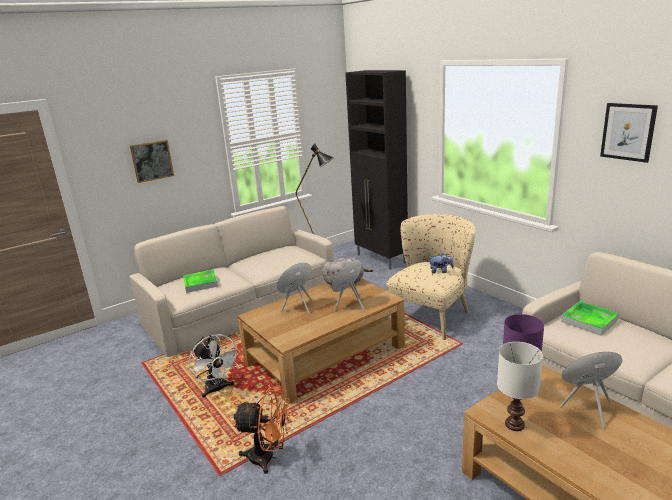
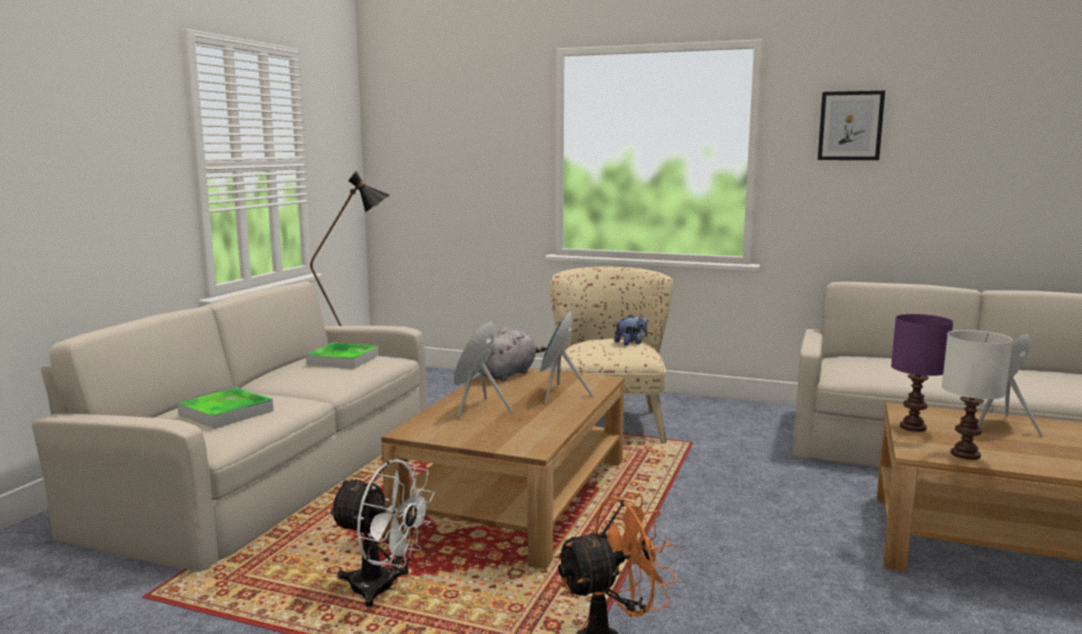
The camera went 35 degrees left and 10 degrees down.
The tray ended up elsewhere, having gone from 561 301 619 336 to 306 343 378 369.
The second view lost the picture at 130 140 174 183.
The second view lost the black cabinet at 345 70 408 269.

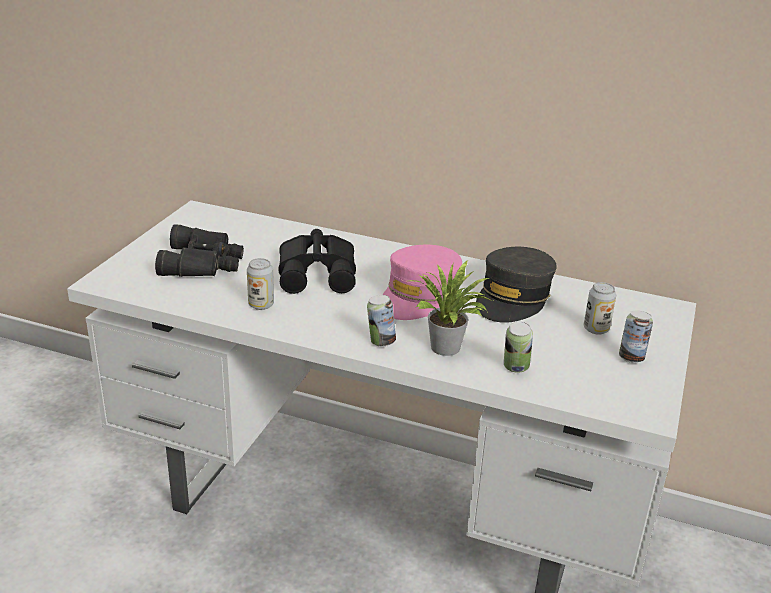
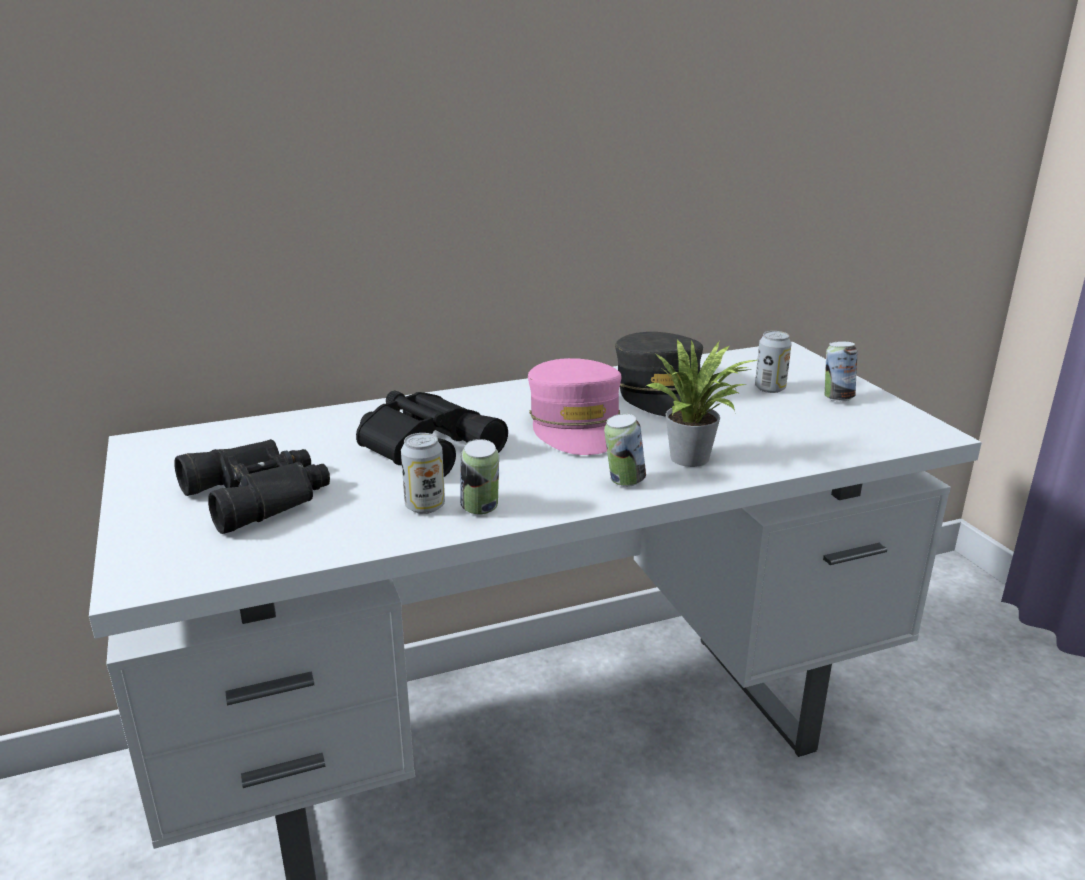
The camera went 40 degrees left and 5 degrees down.
The can ended up elsewhere, having gone from 504 321 533 373 to 460 439 499 515.

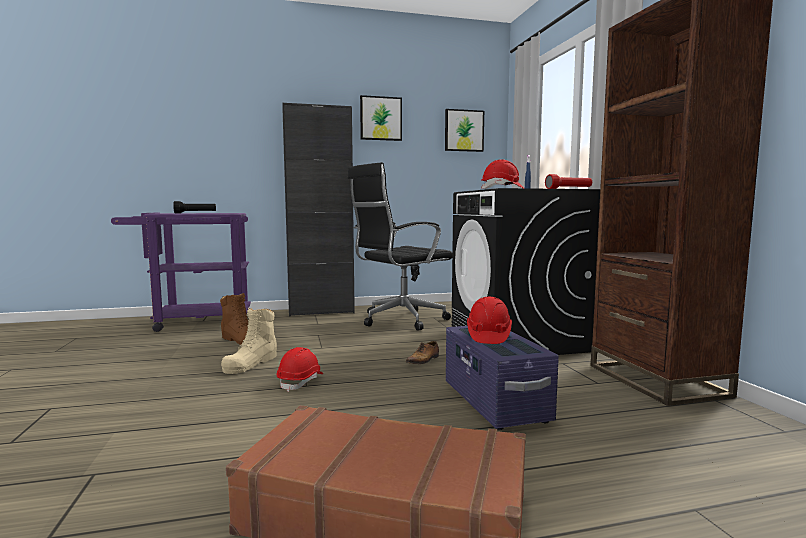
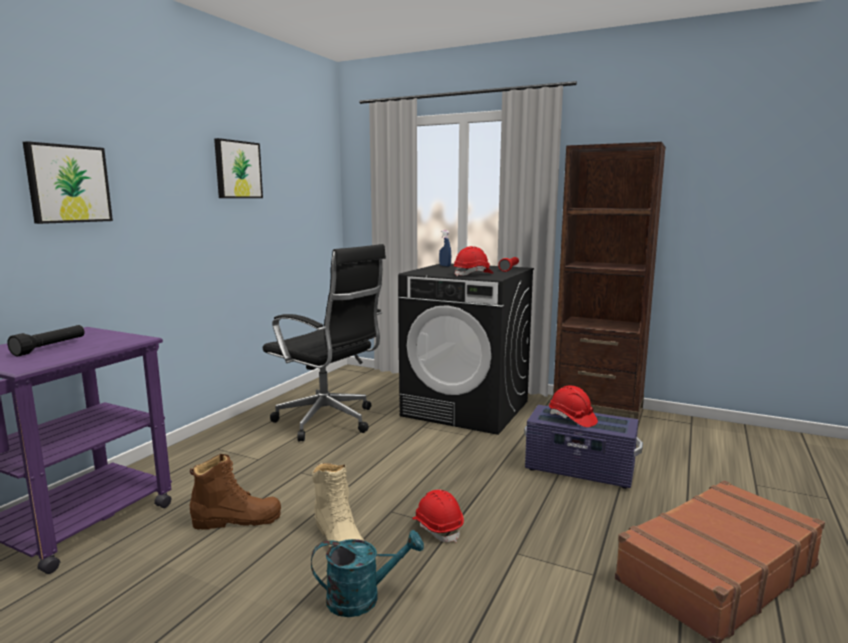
The camera went 50 degrees left and 5 degrees up.
The picture ended up elsewhere, having gone from 445 109 484 152 to 23 141 113 224.
The black office chair at 347 162 452 331 ended up facing another way, 60 degrees counterclockwise from before.
The second view gained the turquoise watering can at 311 530 424 617.
The second view lost the black cabinet at 282 103 355 317.
The second view lost the shoe at 406 341 439 364.

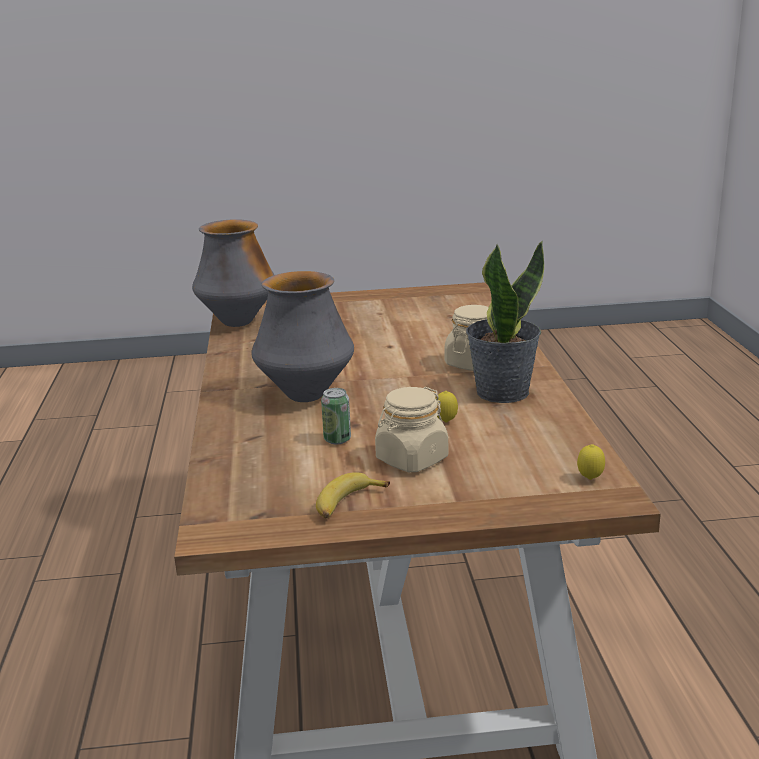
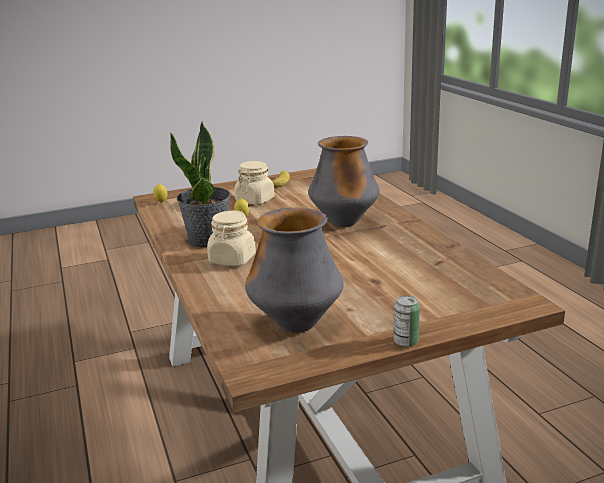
The camera went 165 degrees right and 0 degrees up.
The vase ended up elsewhere, having gone from 192 219 274 327 to 245 207 344 333.
The can ended up elsewhere, having gone from 321 388 351 444 to 393 295 420 347.

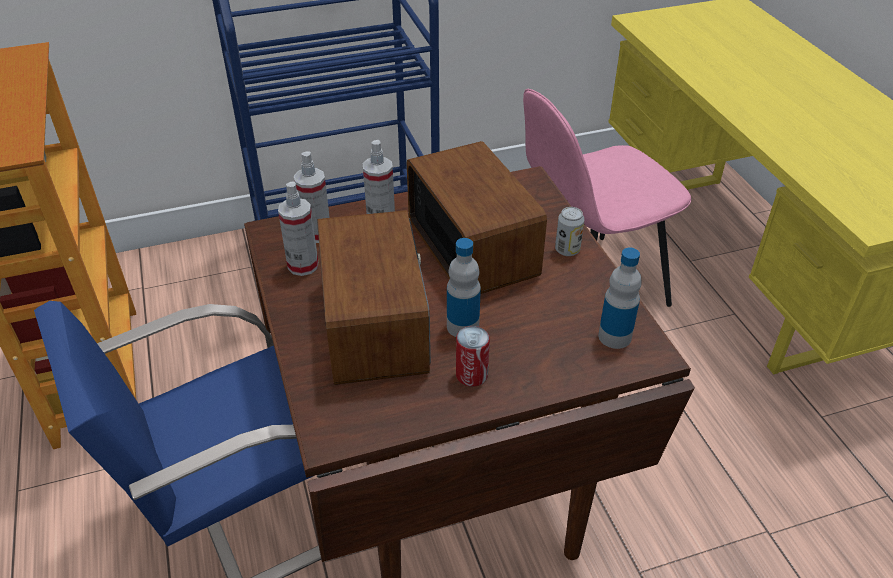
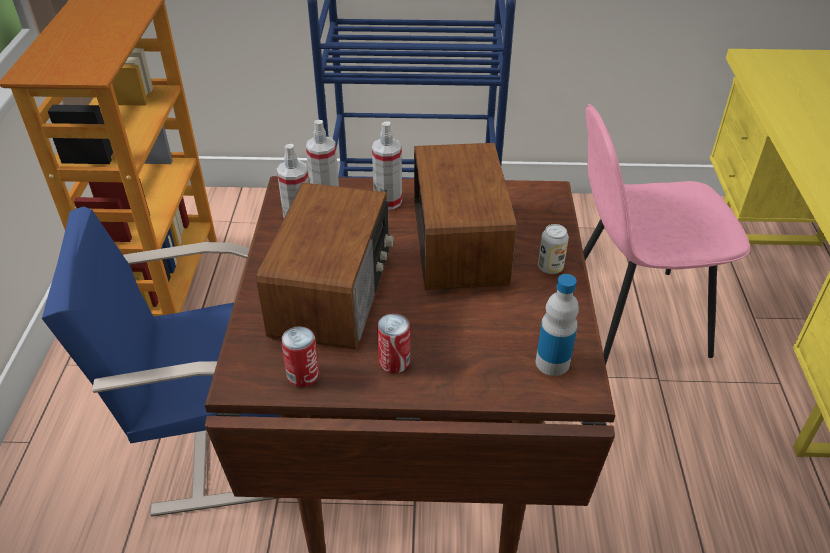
The camera went 20 degrees right and 0 degrees up.
The second view gained the can at 281 326 319 387.
The second view lost the bottle at 447 238 481 337.

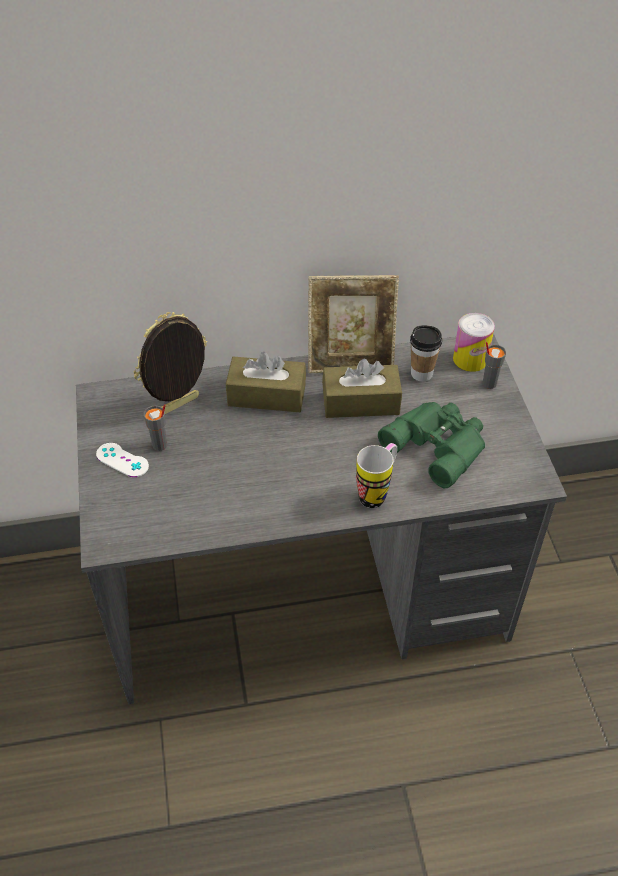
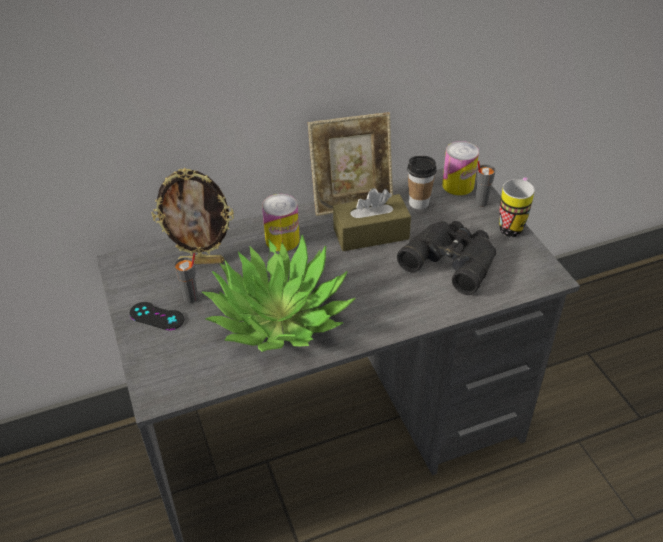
The camera went 10 degrees left and 5 degrees down.
What was the white game controller at 96 443 149 477 turned into the black game controller at 129 302 184 330.
The picture frame at 134 312 207 414 ended up facing another way, 135 degrees counterclockwise from before.
The second view gained the potted plant at 202 235 356 352.
Where the brown tissue box stood at 226 352 306 412, the can came to stand at 262 194 300 252.
What was the green binoculars at 378 402 485 488 turned into the black binoculars at 397 221 496 295.
The mug ended up elsewhere, having gone from 356 443 397 508 to 499 177 535 237.

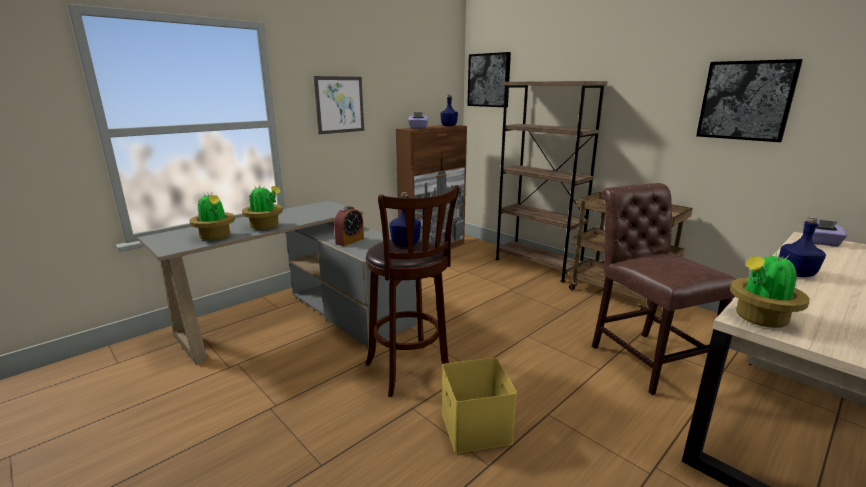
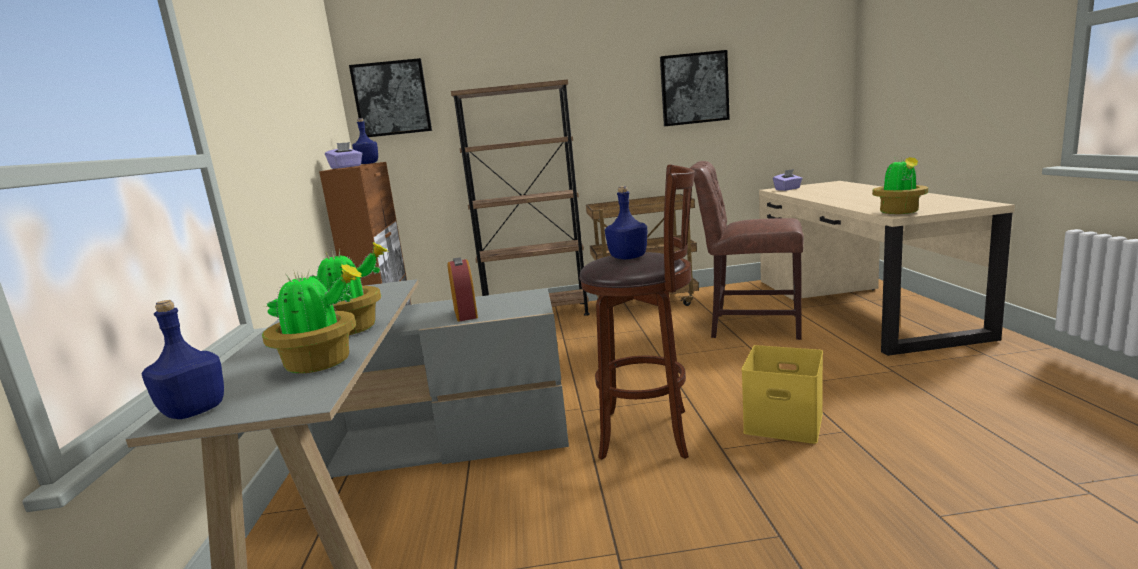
The camera went 50 degrees left and 5 degrees down.
The blue bottle ended up elsewhere, having gone from 779 217 826 277 to 141 300 224 419.
The second view lost the picture at 314 76 364 134.

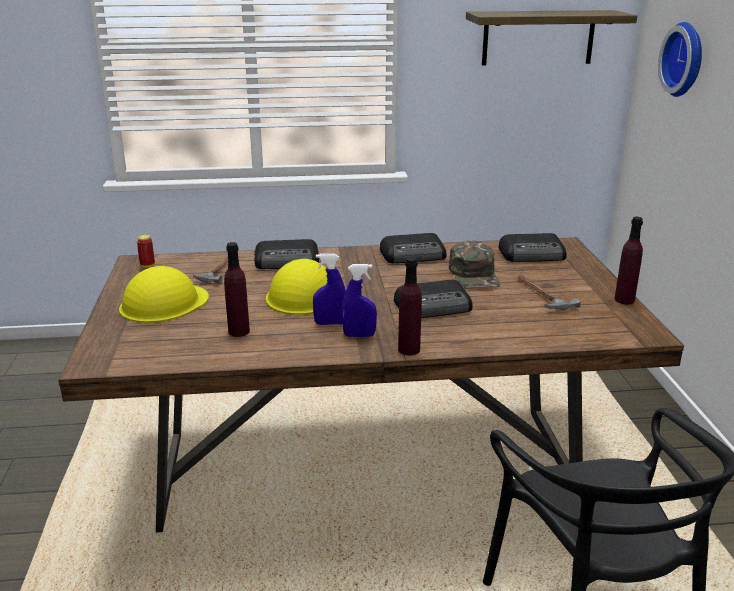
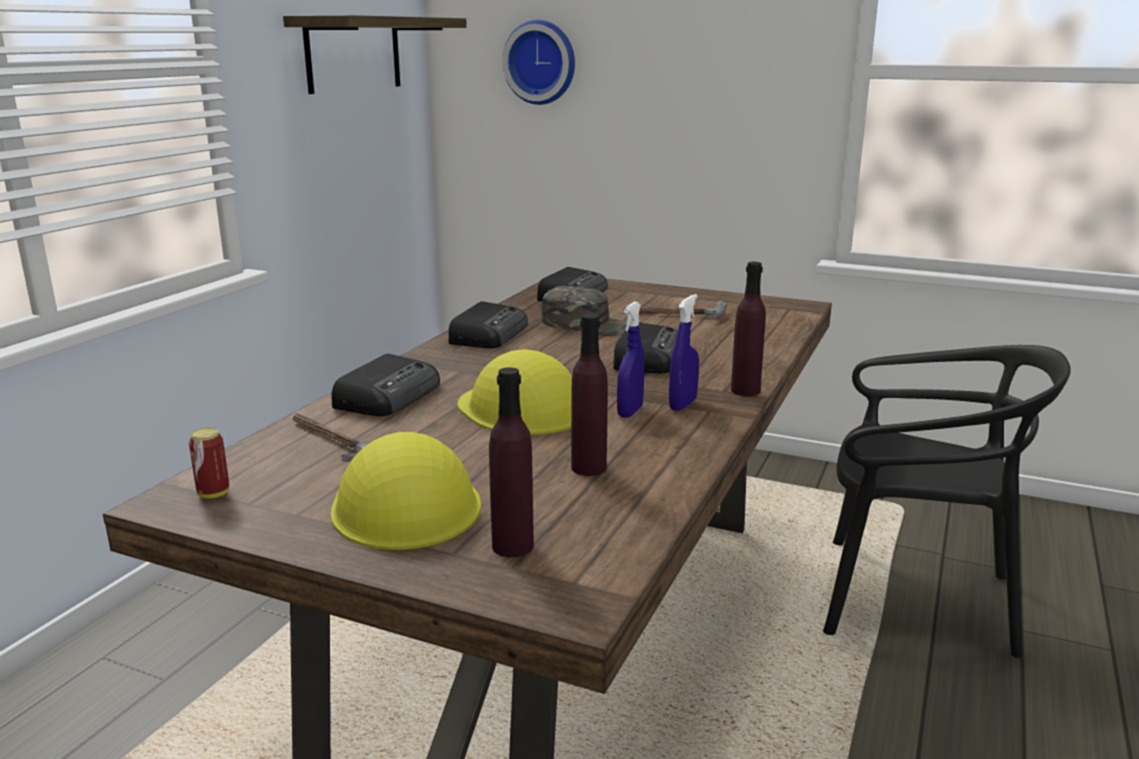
The camera went 60 degrees left and 5 degrees down.
The purple bottle ended up elsewhere, having gone from 614 217 643 304 to 489 367 534 557.

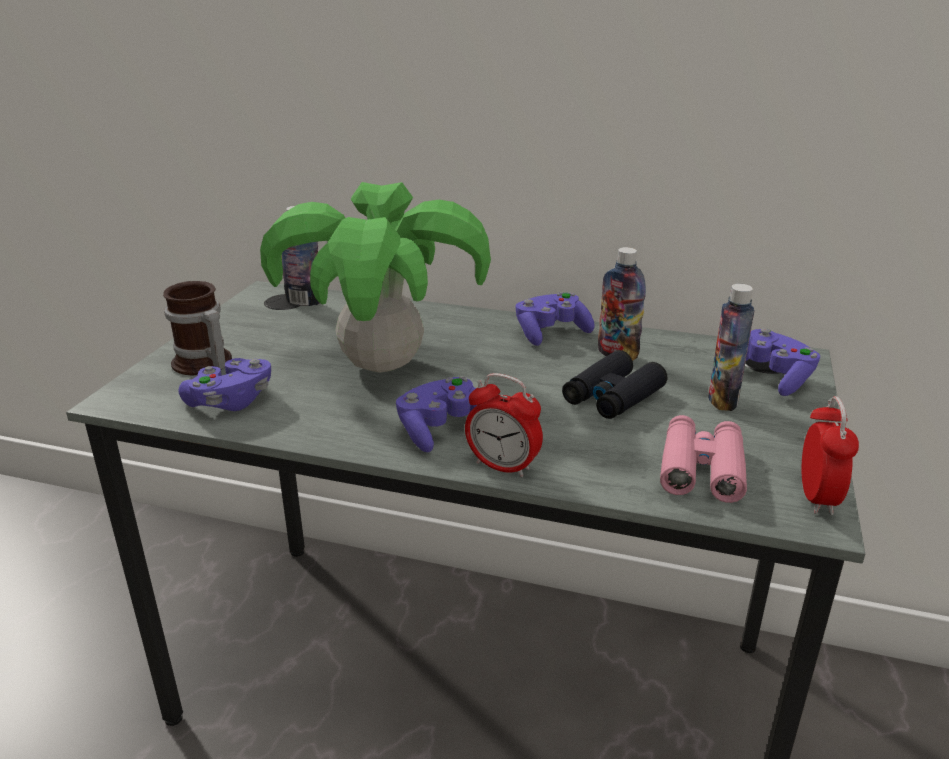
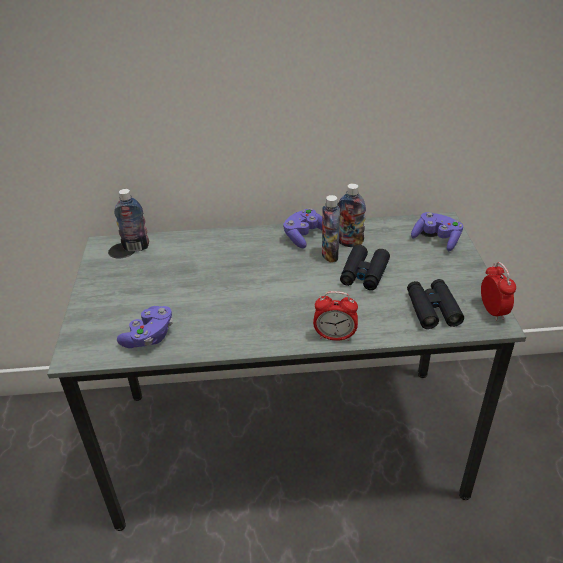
The camera went 20 degrees left and 10 degrees up.
The bottle ended up elsewhere, having gone from 708 284 755 411 to 322 195 340 263.
What was the pink binoculars at 660 415 747 503 turned into the black binoculars at 407 279 464 329.
The second view lost the mug at 163 281 232 375.
The second view lost the potted plant at 260 182 491 373.
The second view lost the purple game controller at 396 377 477 453.

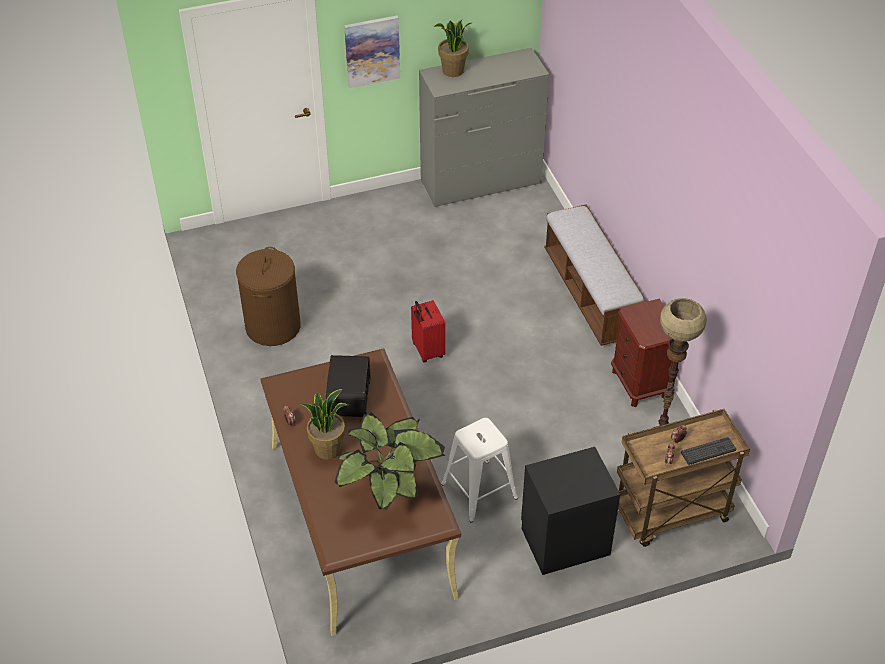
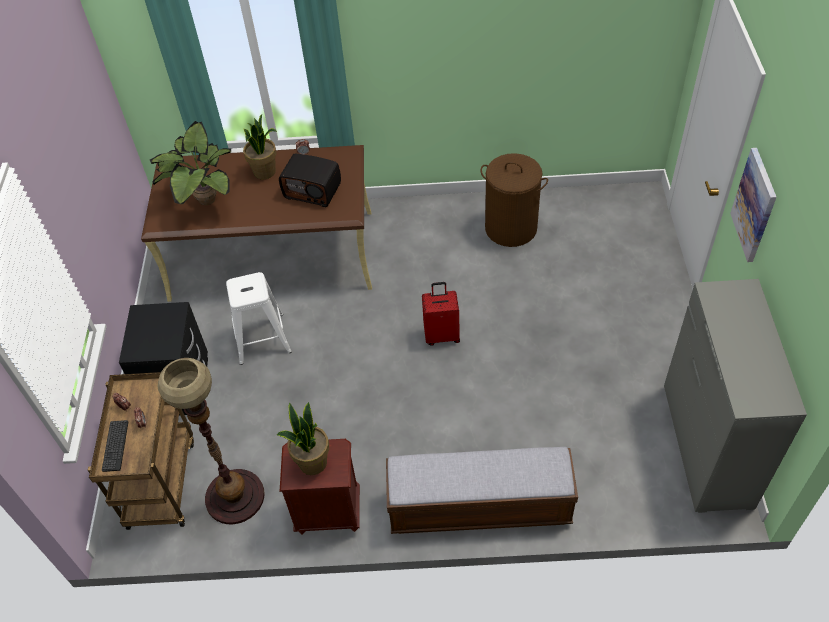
The camera went 110 degrees right and 5 degrees up.
The potted plant ended up elsewhere, having gone from 434 20 471 77 to 277 402 329 475.

